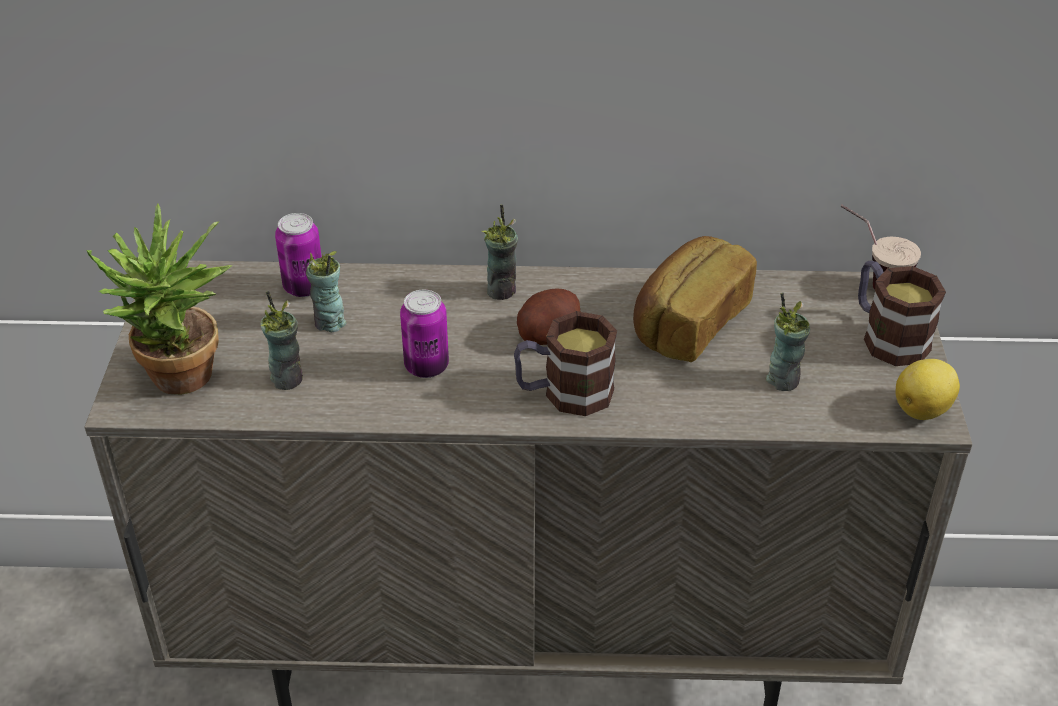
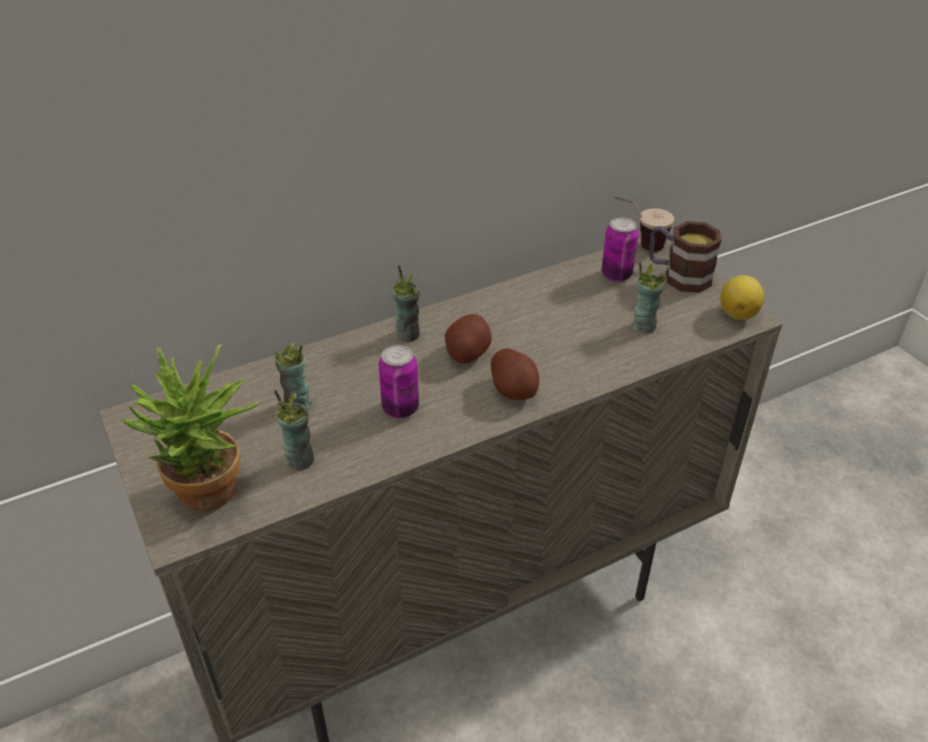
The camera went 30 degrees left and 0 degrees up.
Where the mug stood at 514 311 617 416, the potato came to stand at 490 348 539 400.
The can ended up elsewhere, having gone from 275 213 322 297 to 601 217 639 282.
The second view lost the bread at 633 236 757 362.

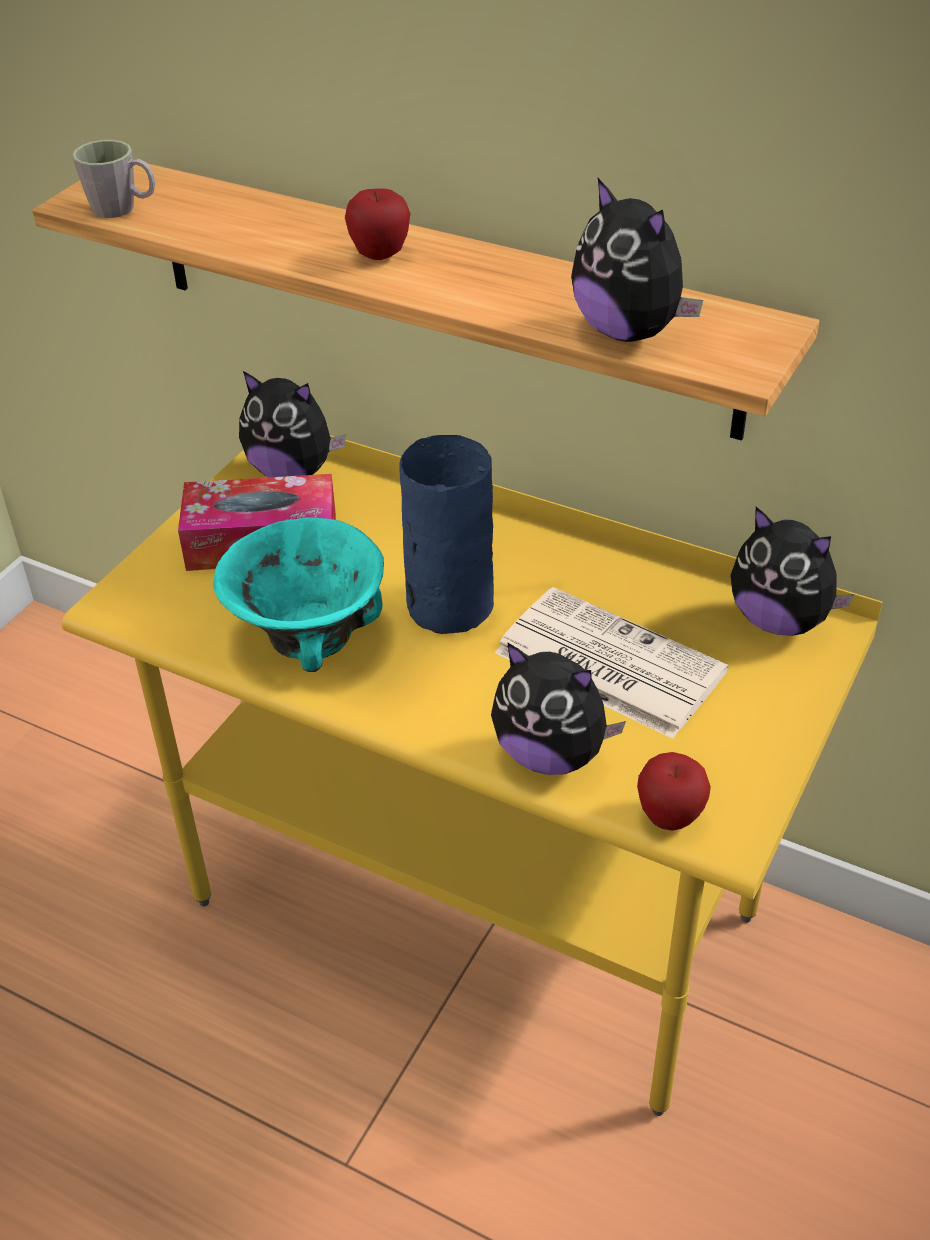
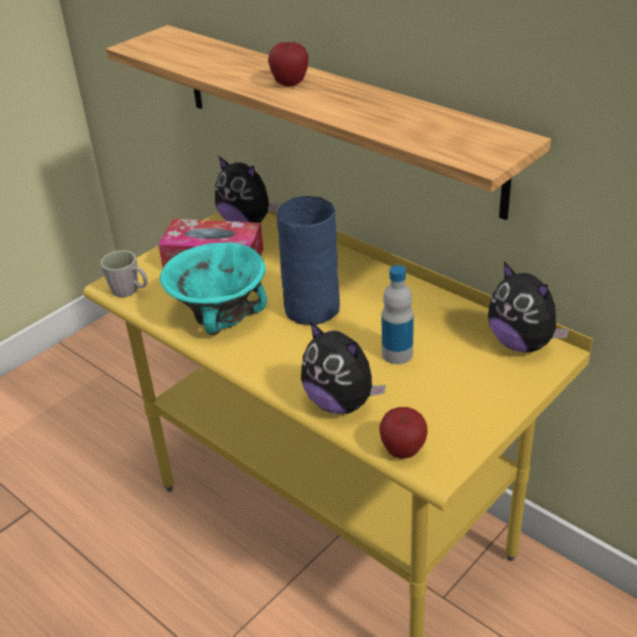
The camera went 15 degrees right and 5 degrees down.
The grey mug ended up elsewhere, having gone from 72 140 155 218 to 100 250 148 297.
Where the newspaper stood at 495 587 729 739, the bottle came to stand at 382 265 414 364.
The second view lost the plush toy at 571 178 703 342.

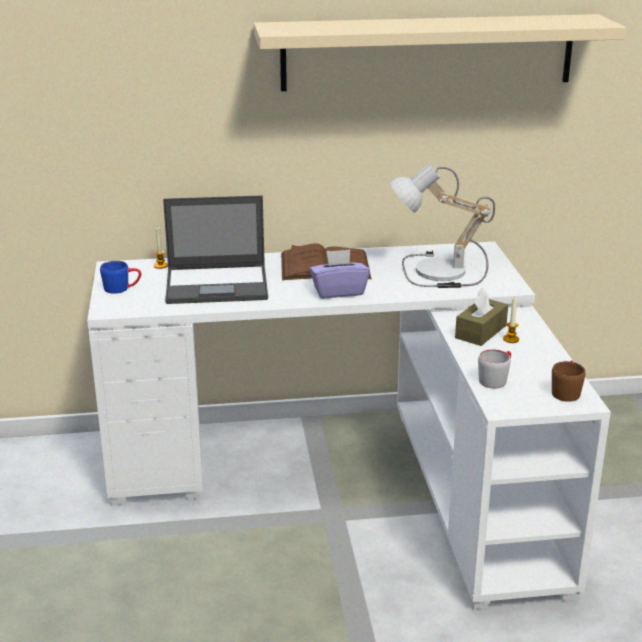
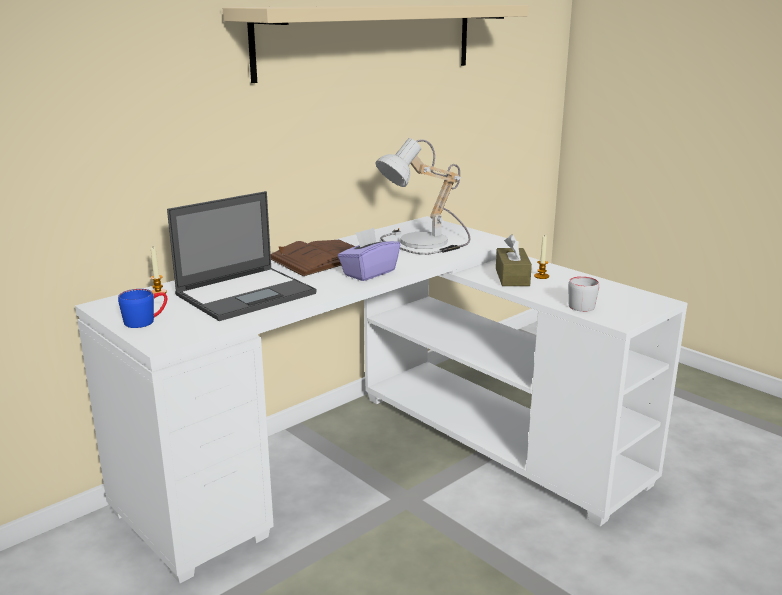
The camera went 35 degrees left and 5 degrees down.
The second view lost the brown mug at 552 360 586 402.

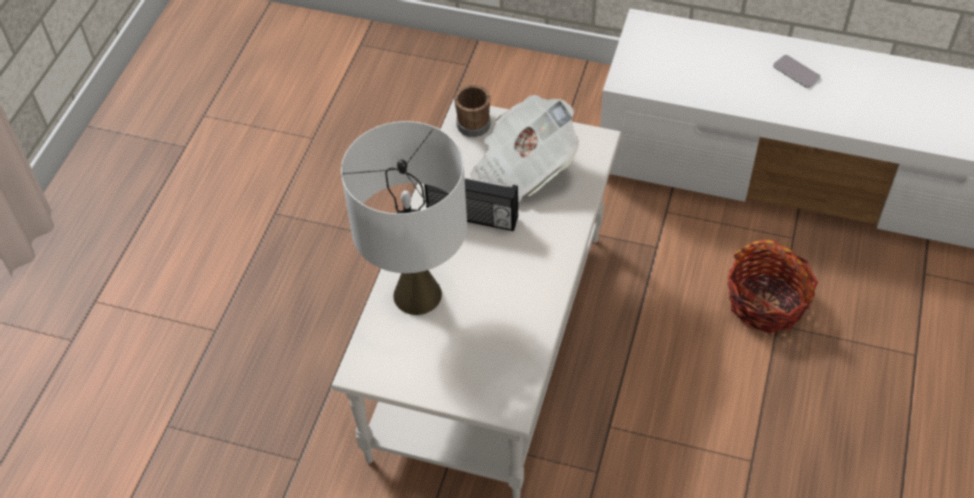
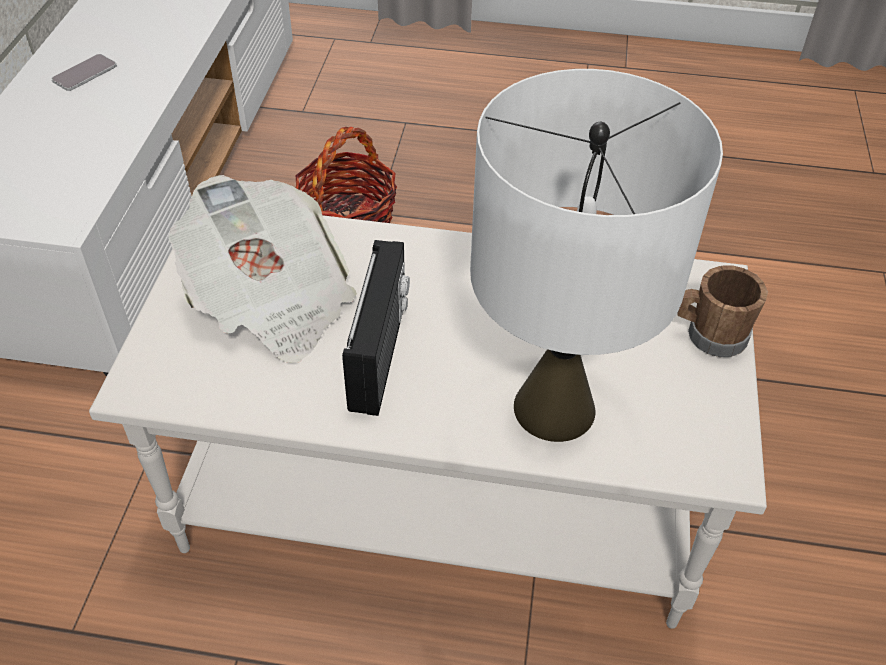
The camera went 100 degrees left and 5 degrees down.
The brown mug ended up elsewhere, having gone from 454 85 491 137 to 677 265 768 357.

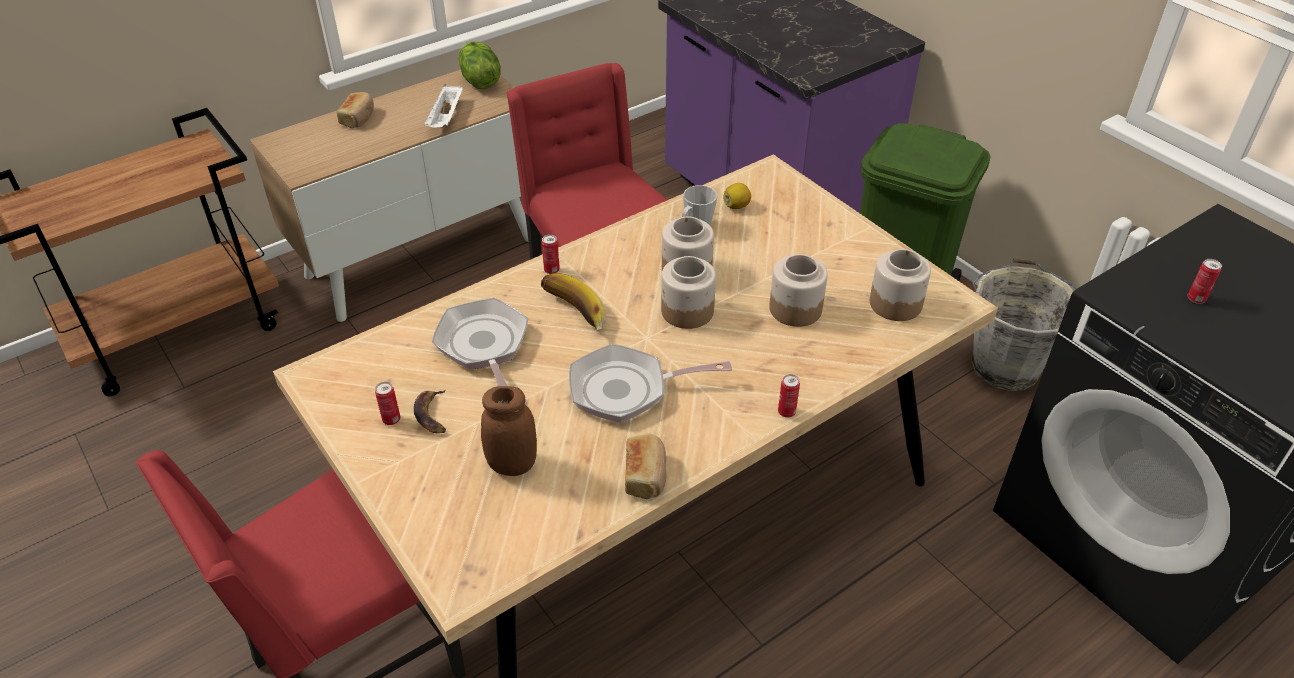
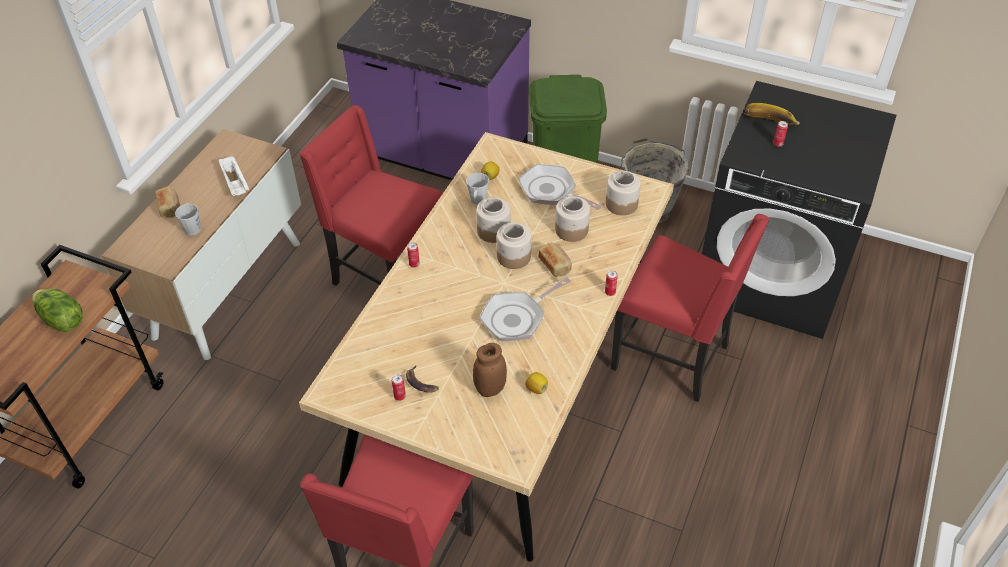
The camera went 30 degrees left and 5 degrees up.
The lettuce ended up elsewhere, having gone from 459 41 501 89 to 32 289 83 332.
The second view gained the grey mug at 175 203 201 235.
The frying pan ended up elsewhere, having gone from 432 298 528 386 to 519 164 602 210.
The second view gained the lemon at 525 372 548 394.
The bread ended up elsewhere, having gone from 625 434 667 500 to 538 243 572 277.
The second view gained the red chair at 611 214 770 402.
The banana ended up elsewhere, having gone from 541 273 606 331 to 744 103 800 125.

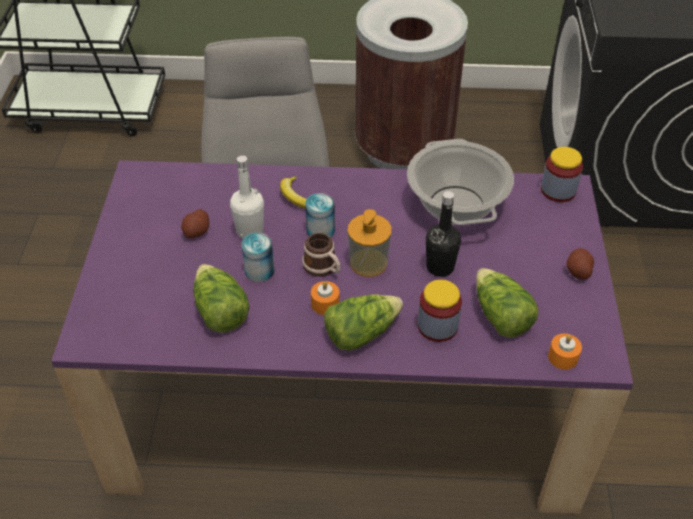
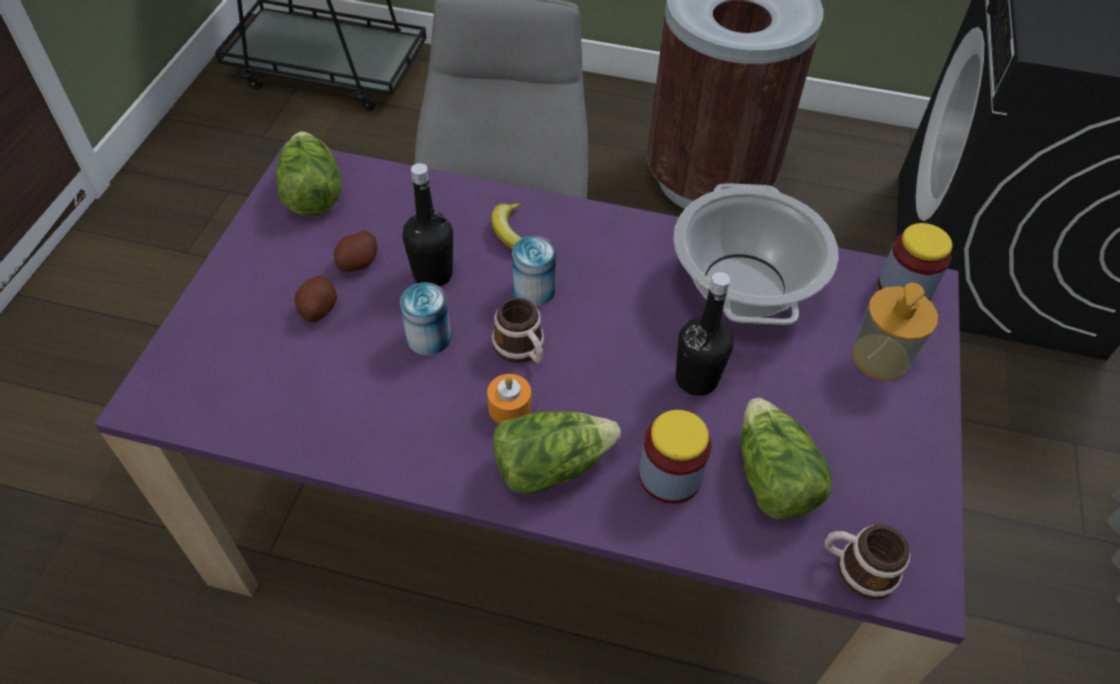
The camera went 10 degrees right and 5 degrees up.
The lettuce ended up elsewhere, having gone from 193 264 250 333 to 276 131 342 216.
The potato ended up elsewhere, having gone from 566 248 594 280 to 295 276 337 322.
What was the white bottle at 230 155 264 239 turned into the black bottle at 402 163 453 287.
Where the orange candle stood at 548 333 582 370, the mug came to stand at 824 525 910 599.
The soap dispenser ended up elsewhere, having gone from 348 209 392 277 to 852 283 938 381.

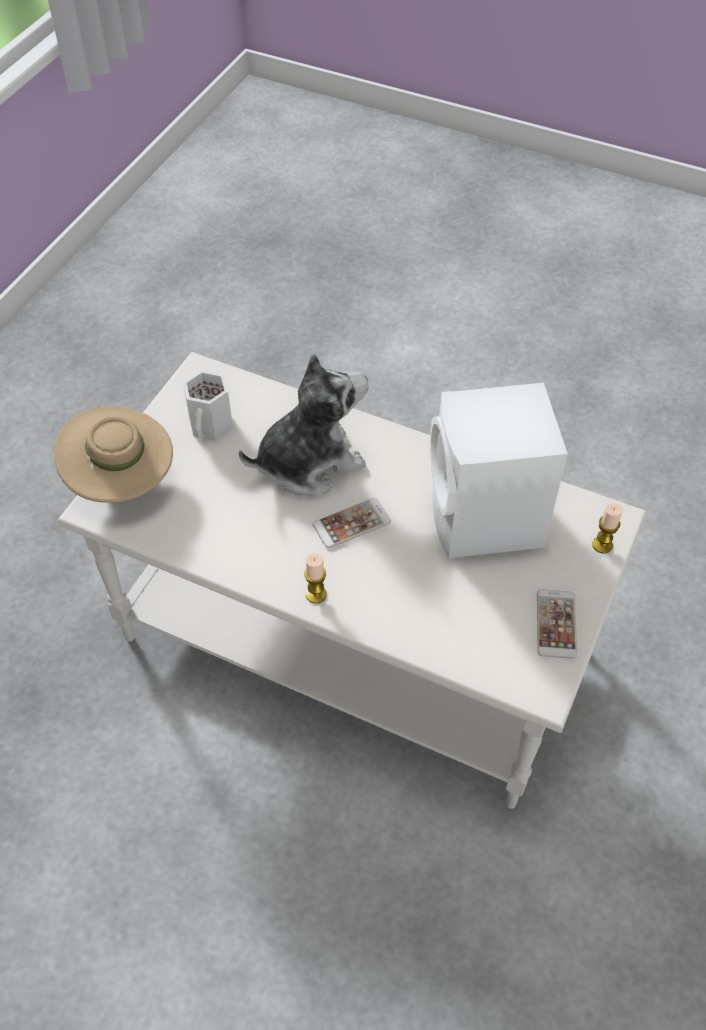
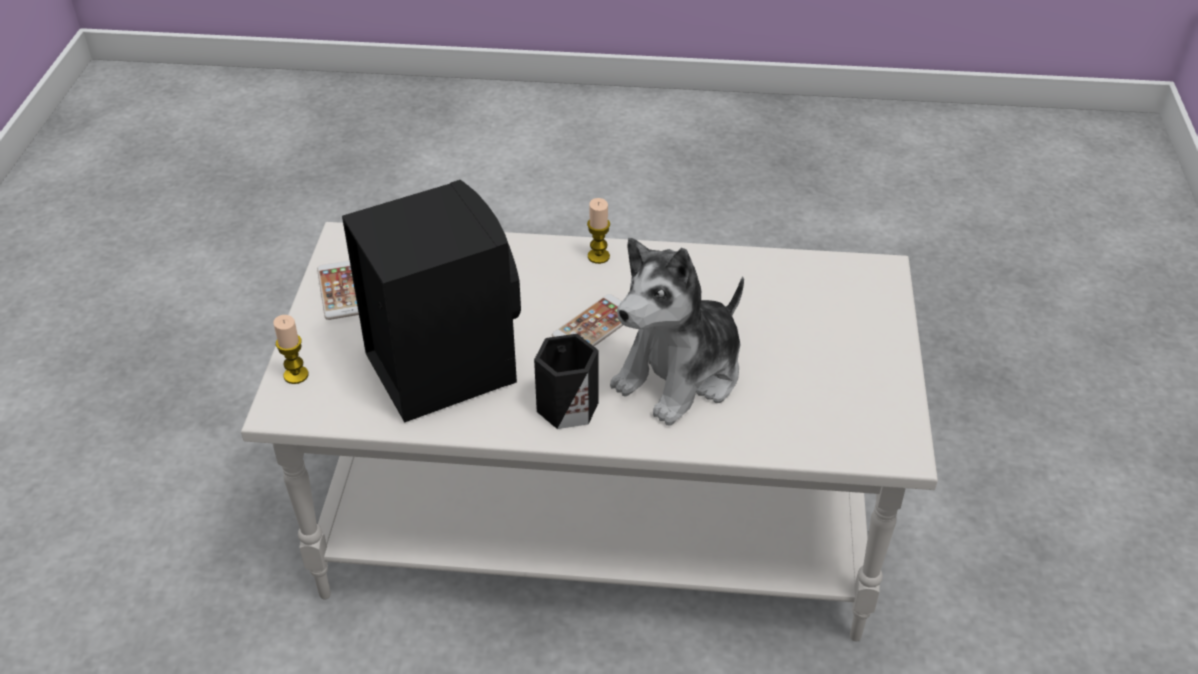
The camera went 160 degrees right and 10 degrees down.
What was the white speaker at 430 383 568 559 turned into the black speaker at 342 180 521 423.
The second view gained the black mug at 534 334 599 429.
The second view lost the beige hat at 54 406 173 503.
The second view lost the white mug at 183 370 233 441.

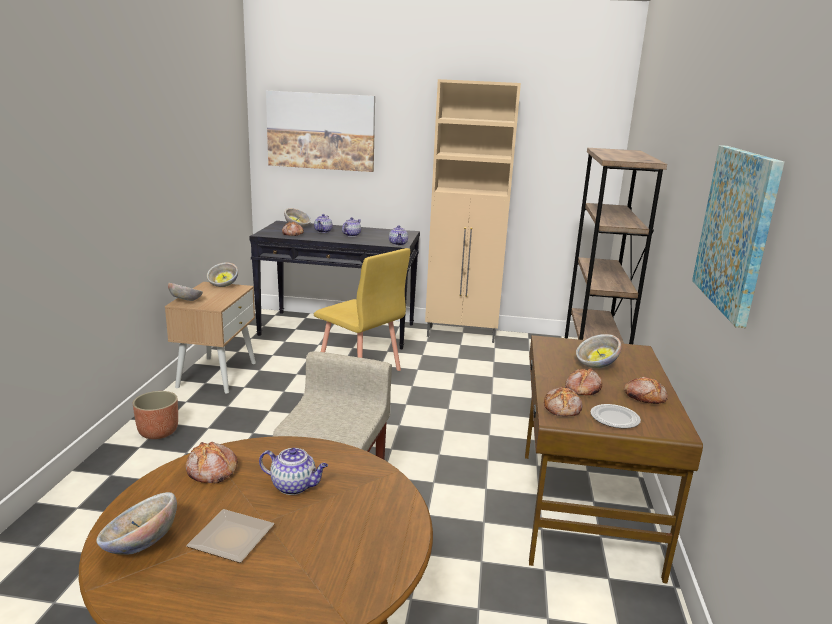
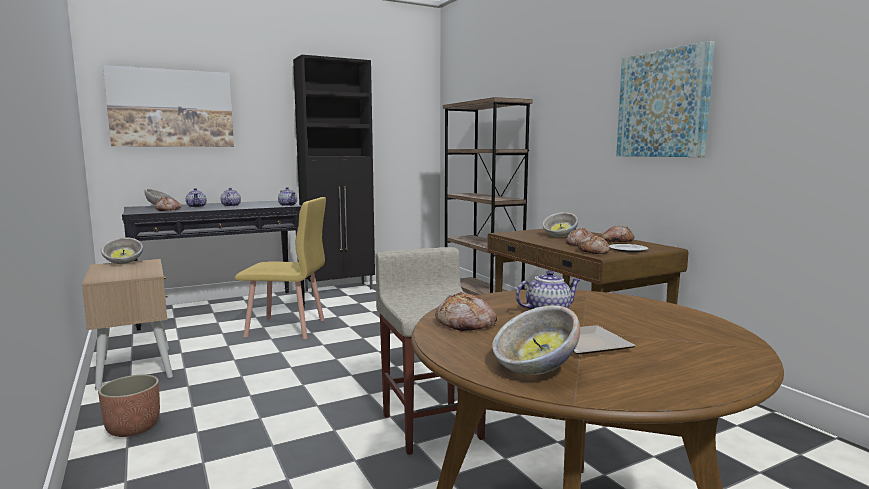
The camera went 35 degrees left and 10 degrees down.
What was the beige cabinet at 425 79 521 343 turned into the black cabinet at 293 55 375 297.
The second view lost the bowl at 168 283 203 301.

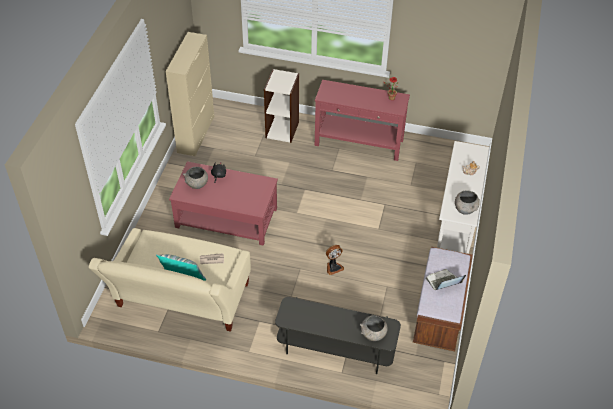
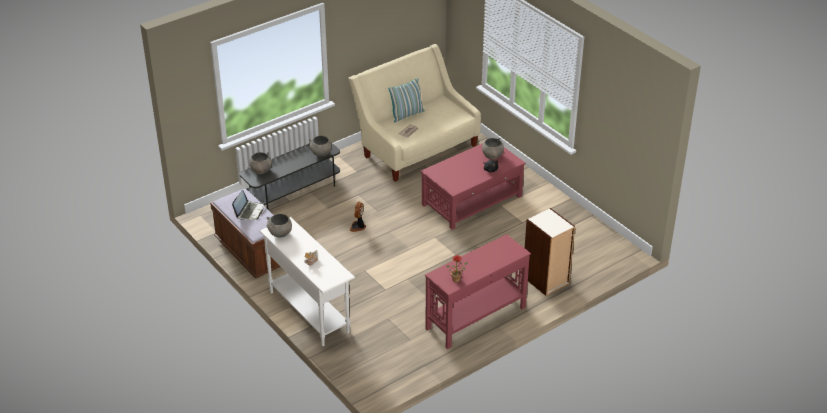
The camera went 130 degrees right and 10 degrees down.
The second view gained the grey bowl at 309 136 332 156.
The second view lost the beige cabinet at 166 32 214 156.

